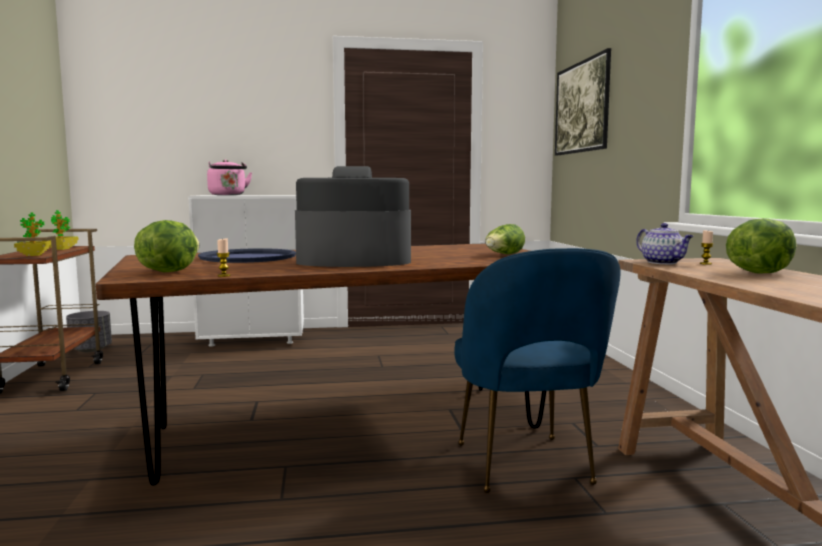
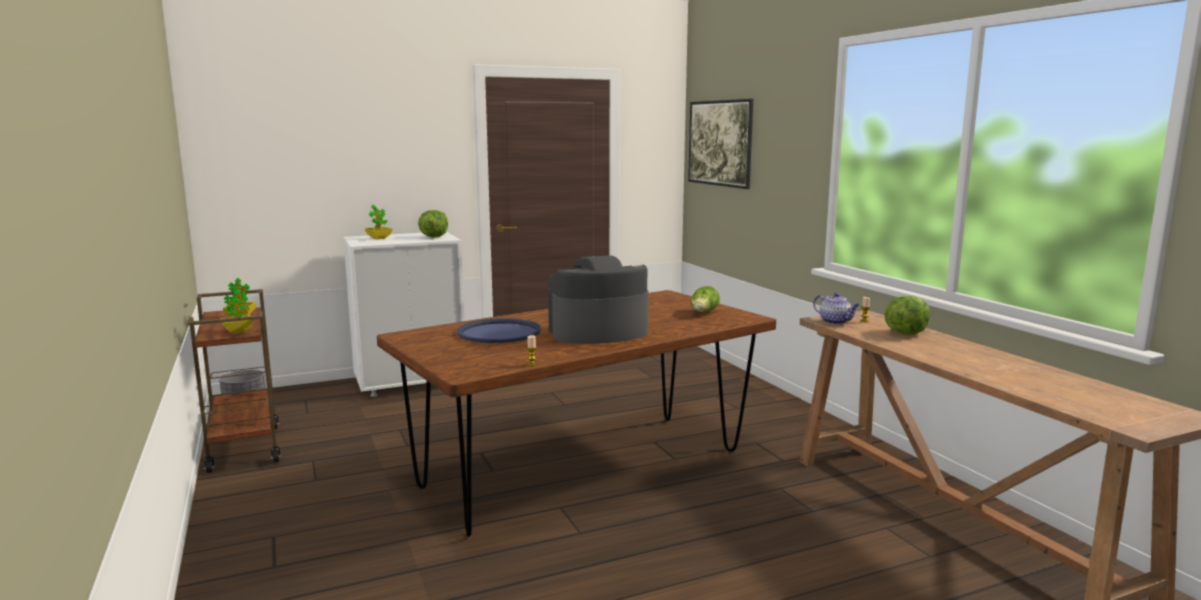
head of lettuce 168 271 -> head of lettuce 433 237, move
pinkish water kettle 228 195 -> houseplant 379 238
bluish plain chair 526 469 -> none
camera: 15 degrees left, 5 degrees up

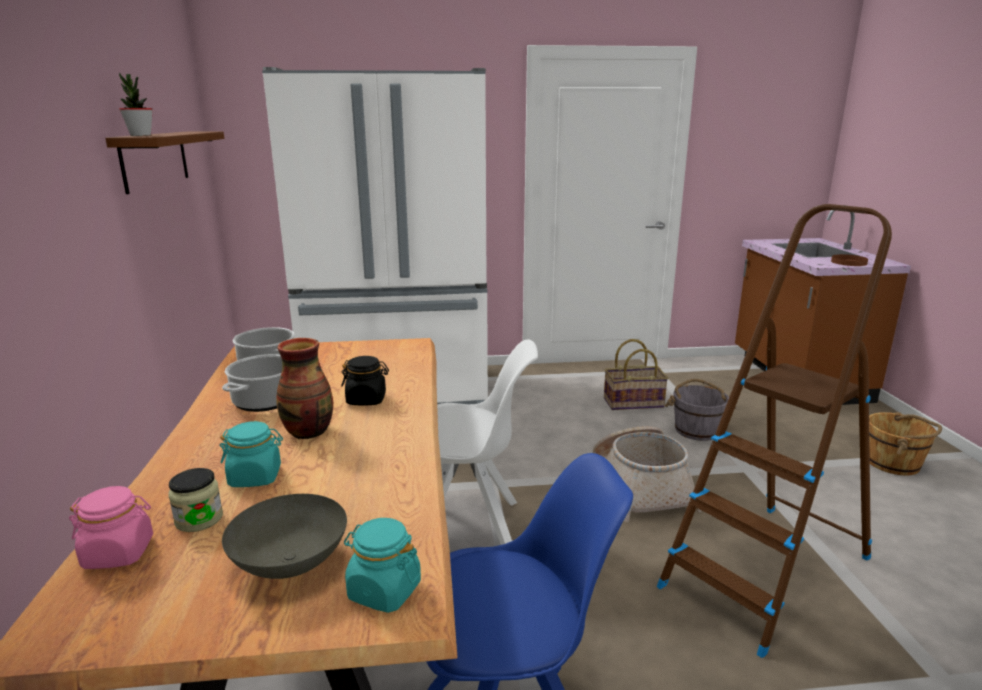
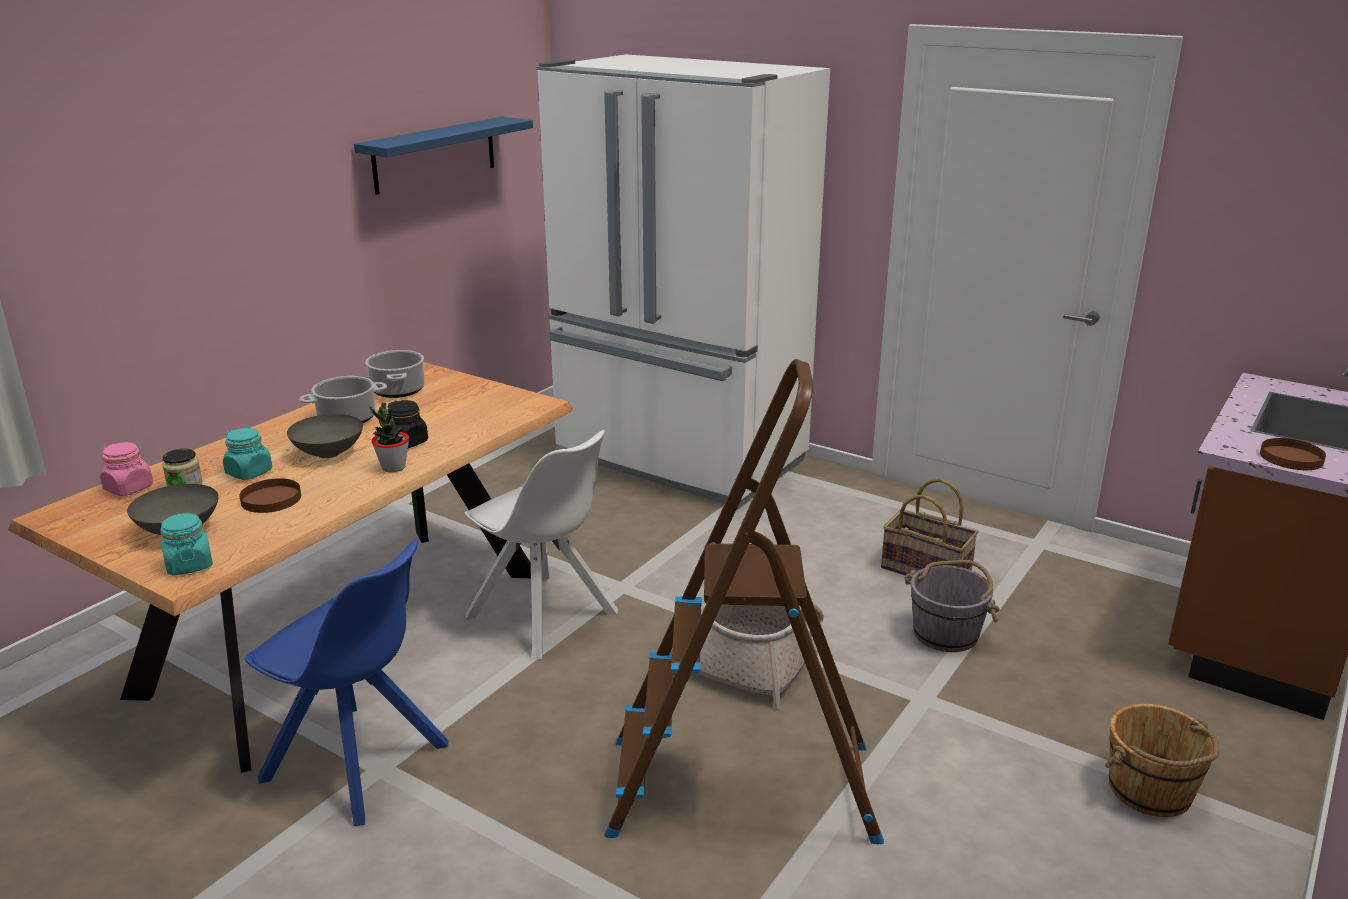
brown shelf 155 159 -> bluish shelf 435 154
houseplant 140 135 -> houseplant 393 467, move
decorative vase 309 432 -> greyish bowl 329 453
none -> brown dinner plate 271 499
camera: 40 degrees right, 5 degrees up

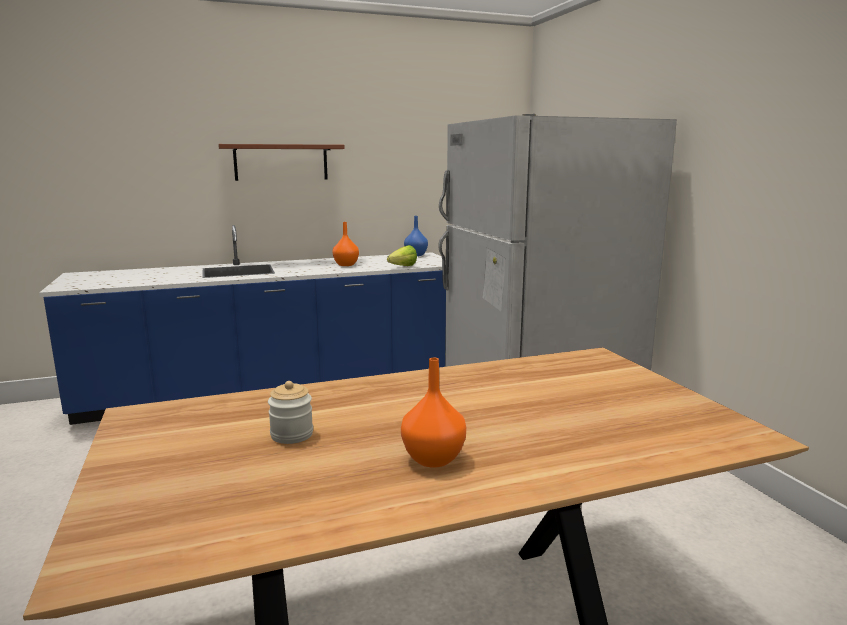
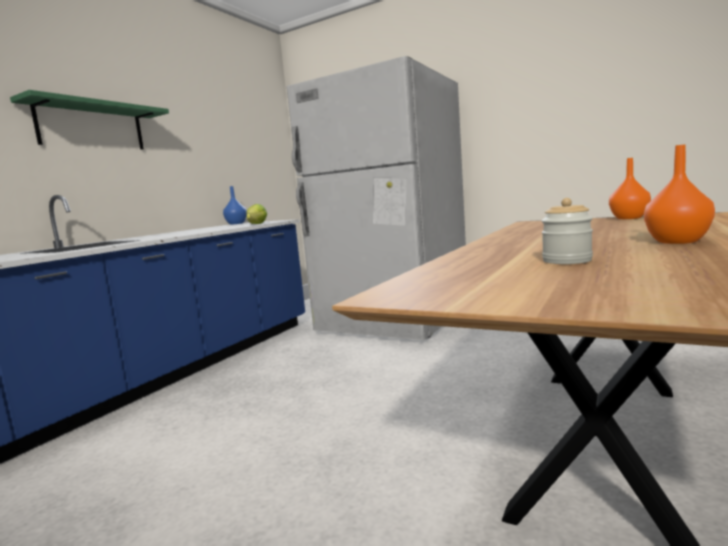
brown shelf 281 162 -> green-coloured shelf 91 127
orange-coloured decorative vase 346 265 -> orange-coloured decorative vase 629 218, move
camera: 40 degrees left, 5 degrees down

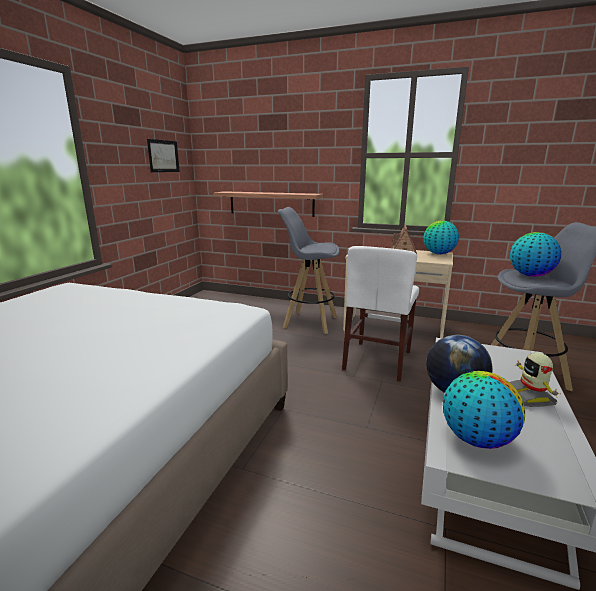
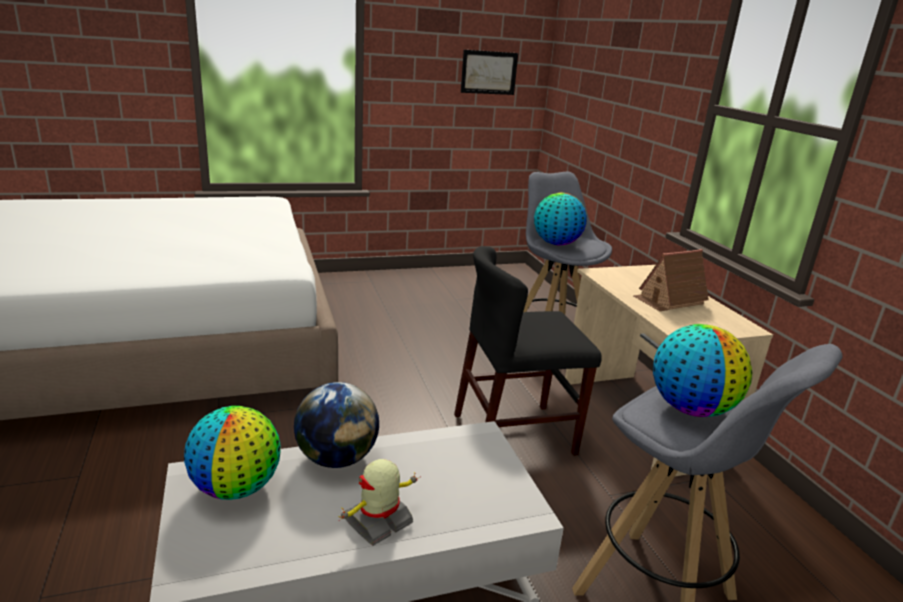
shelf 271 203 -> none
white plain chair 377 360 -> black plain chair 514 434
desk globe 438 254 -> desk globe 556 244, move
camera: 50 degrees right, 5 degrees up

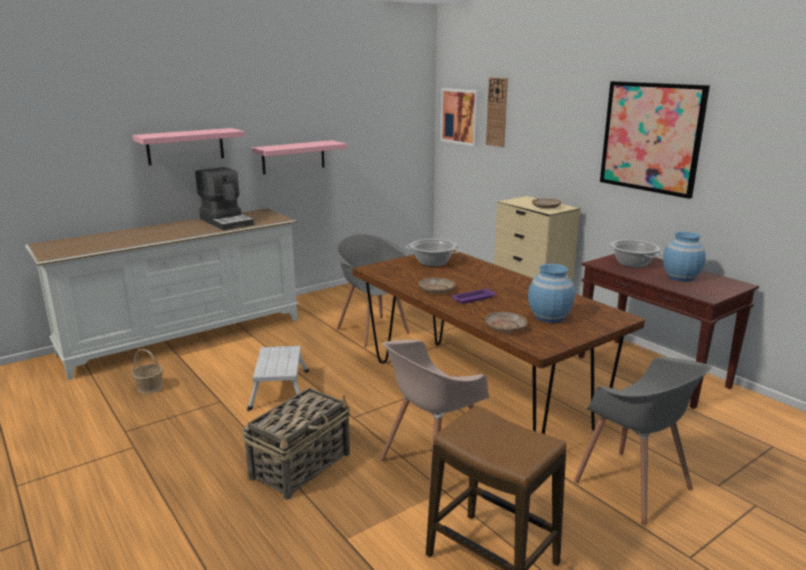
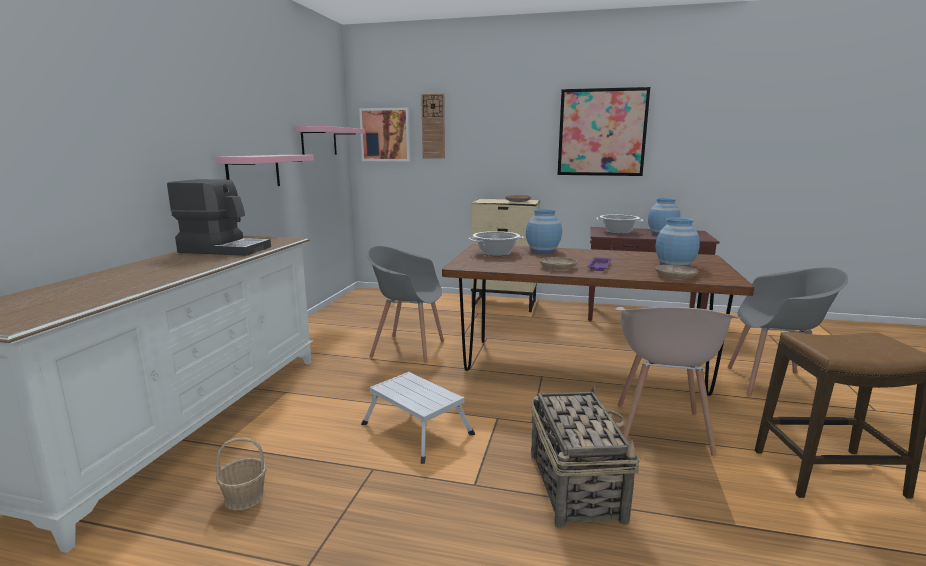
pinkish shelf 185 146 -> pinkish shelf 319 141, move
none -> bluish decorative vase 543 250
camera: 40 degrees left, 5 degrees down

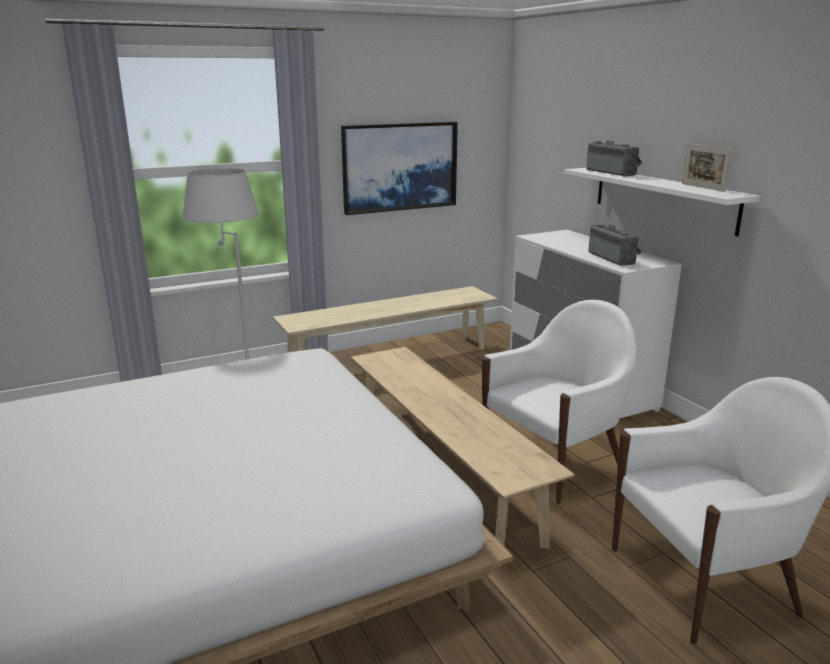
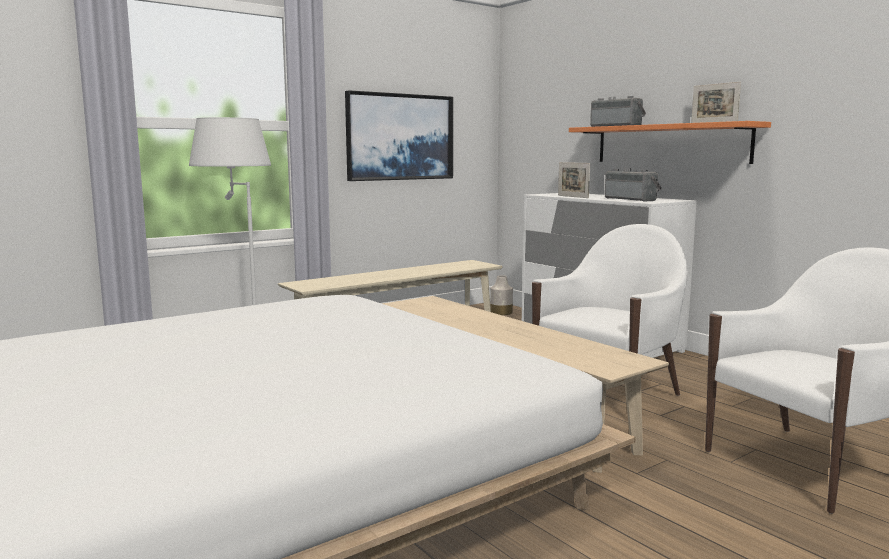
white shelf 663 198 -> orange-coloured shelf 670 144
none -> beige decorative vase 501 312
none -> standing frame 573 196
camera: 10 degrees left, 10 degrees down

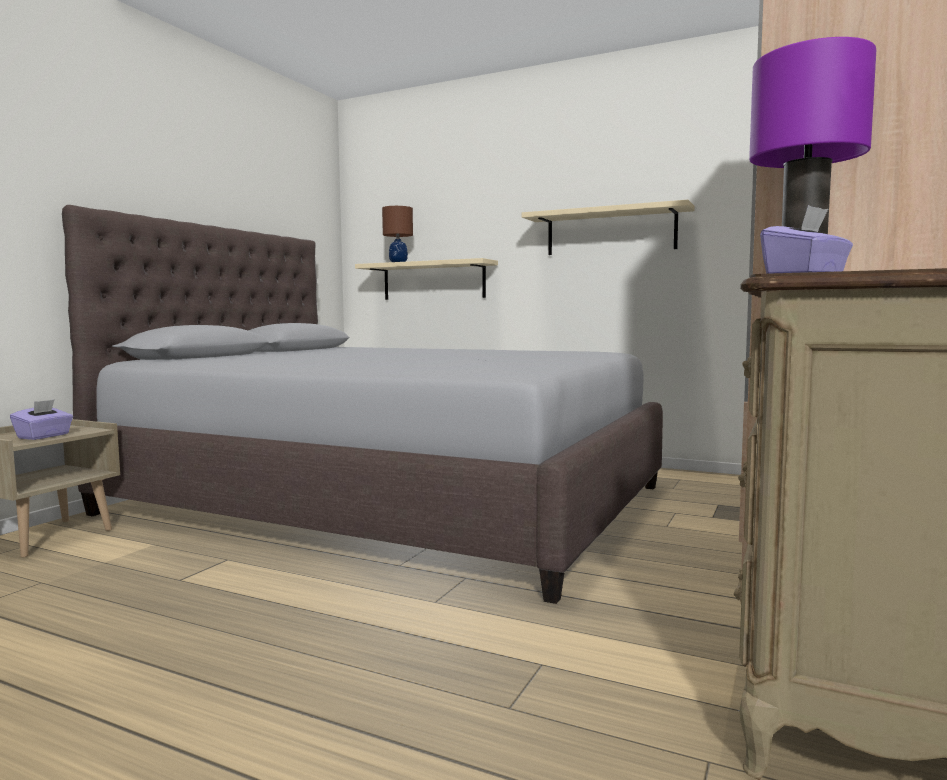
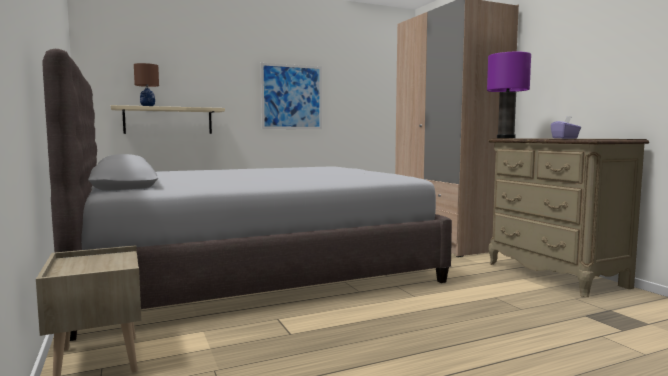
purplish tissue holder 44 436 -> none
beige shelf 610 232 -> wall art 292 97
camera: 50 degrees left, 0 degrees up

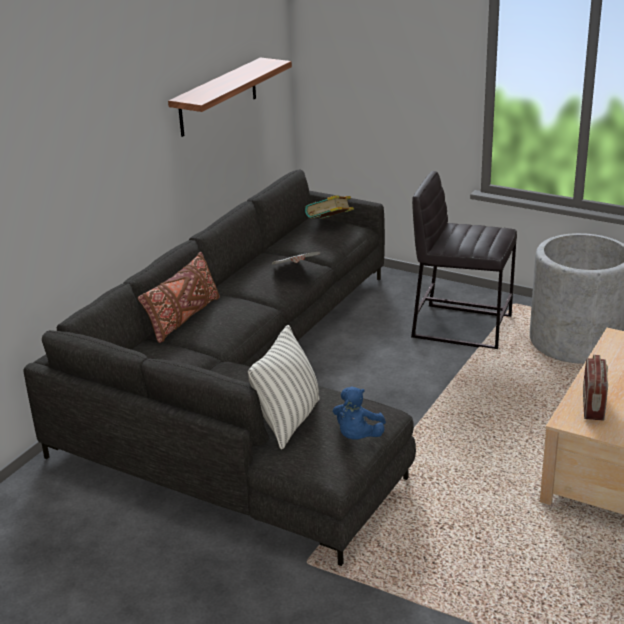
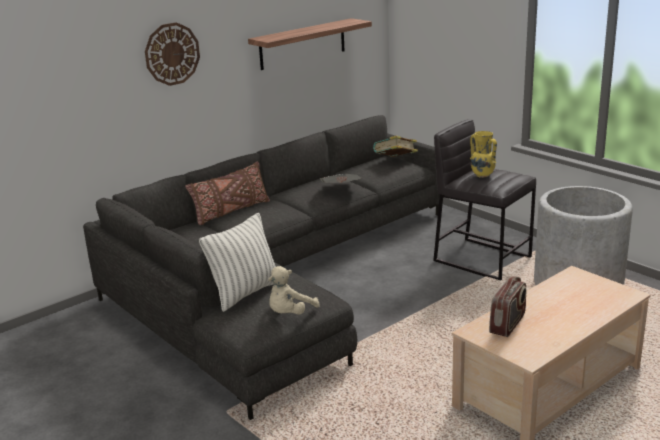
bluish cuddly toy 358 437 -> beige cuddly toy 290 313
none -> hanging clock 172 54
none -> yellow-coloured decorative vase 482 175
camera: 20 degrees right, 5 degrees down

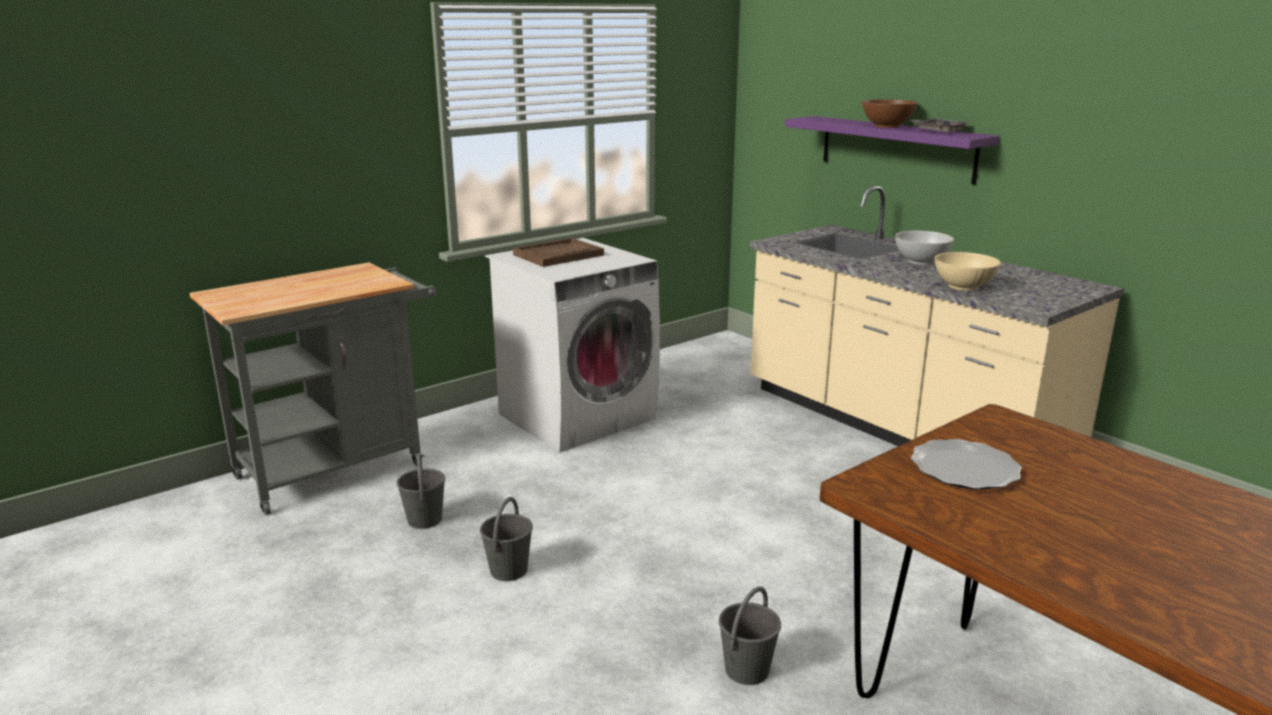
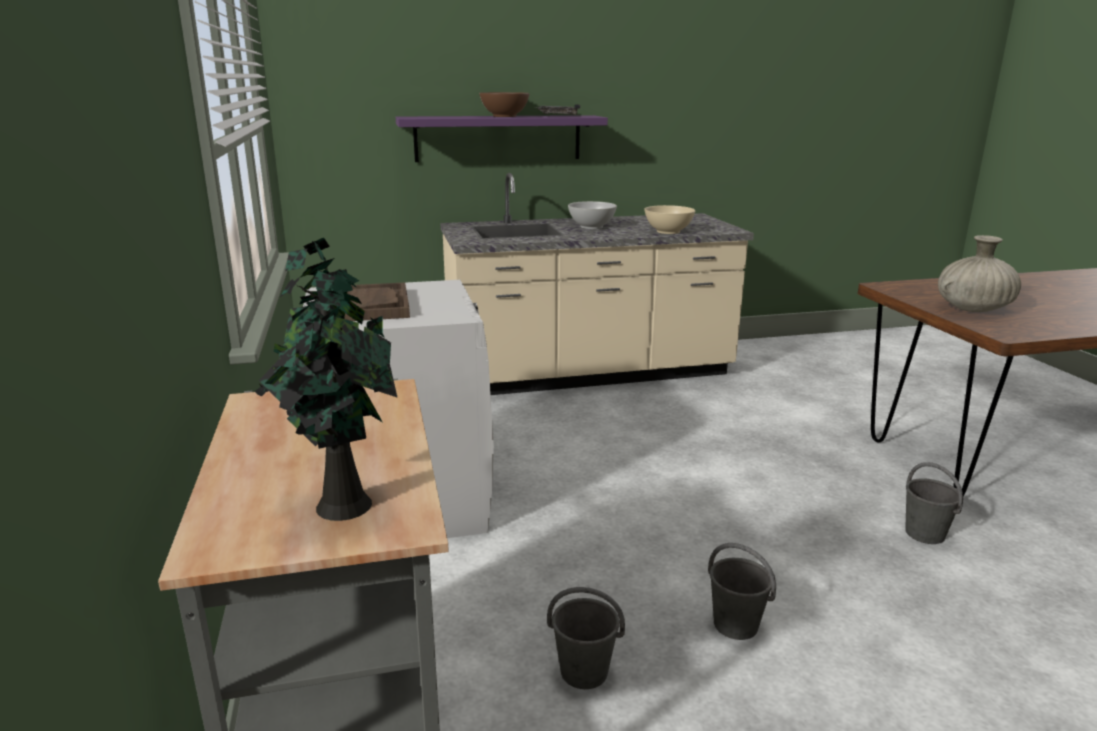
dinner plate 963 469 -> beige decorative vase 973 309
none -> houseplant 341 503
camera: 65 degrees left, 0 degrees up

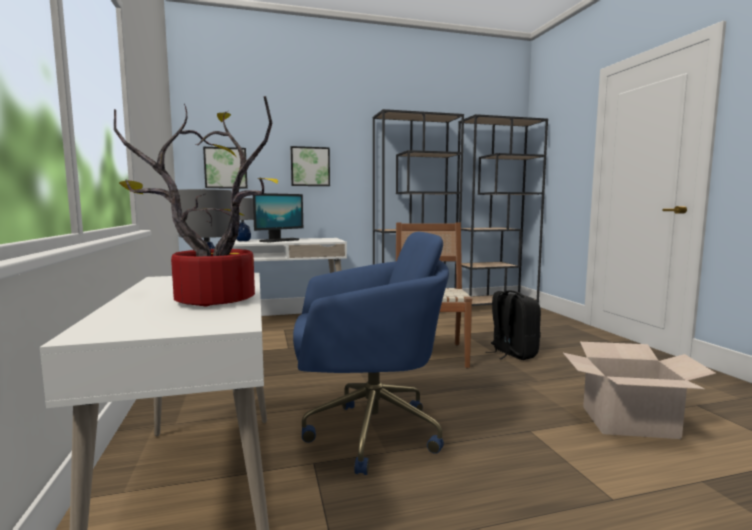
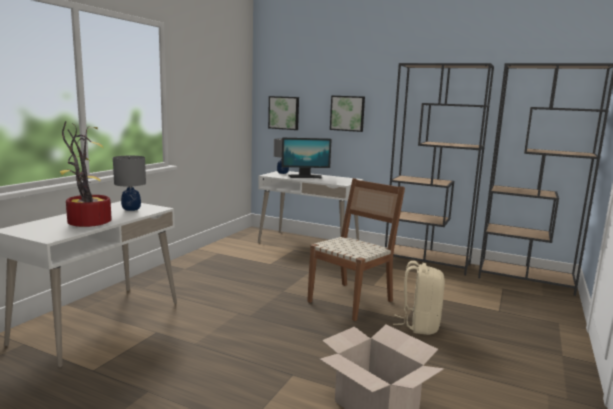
bluish office chair 366 435 -> none
black backpack 512 354 -> beige backpack 419 325
camera: 40 degrees right, 5 degrees up

